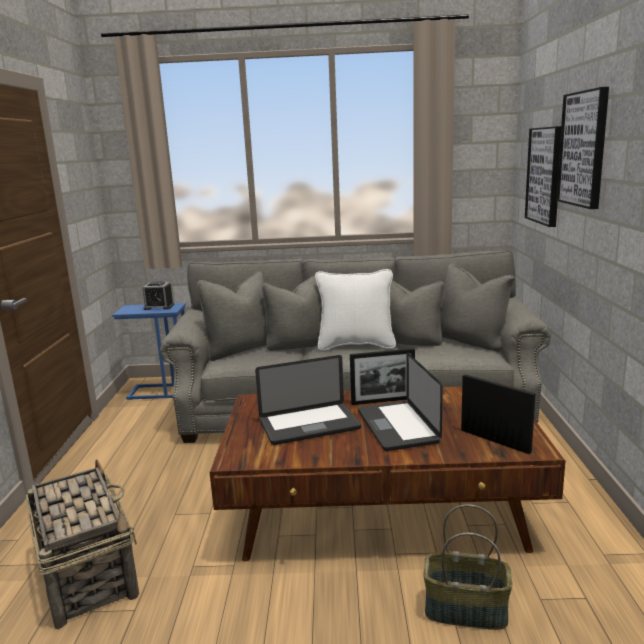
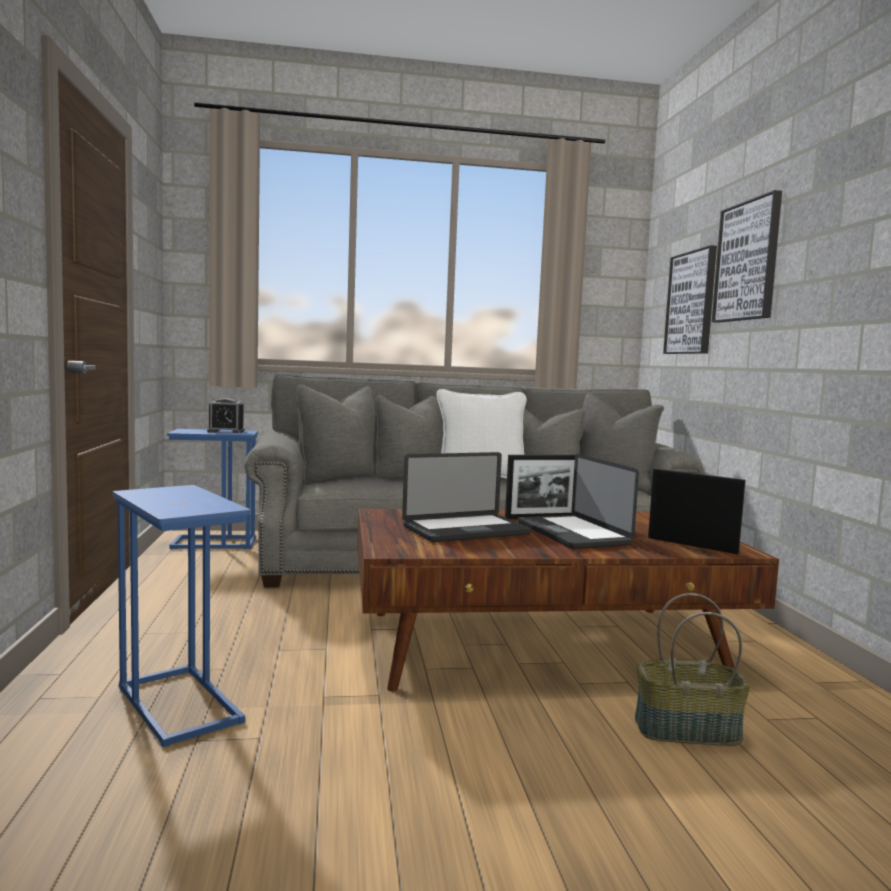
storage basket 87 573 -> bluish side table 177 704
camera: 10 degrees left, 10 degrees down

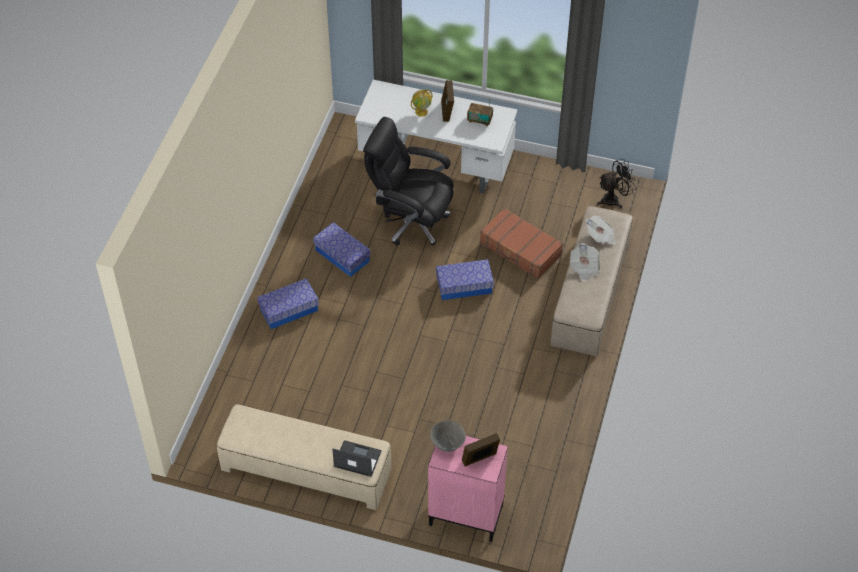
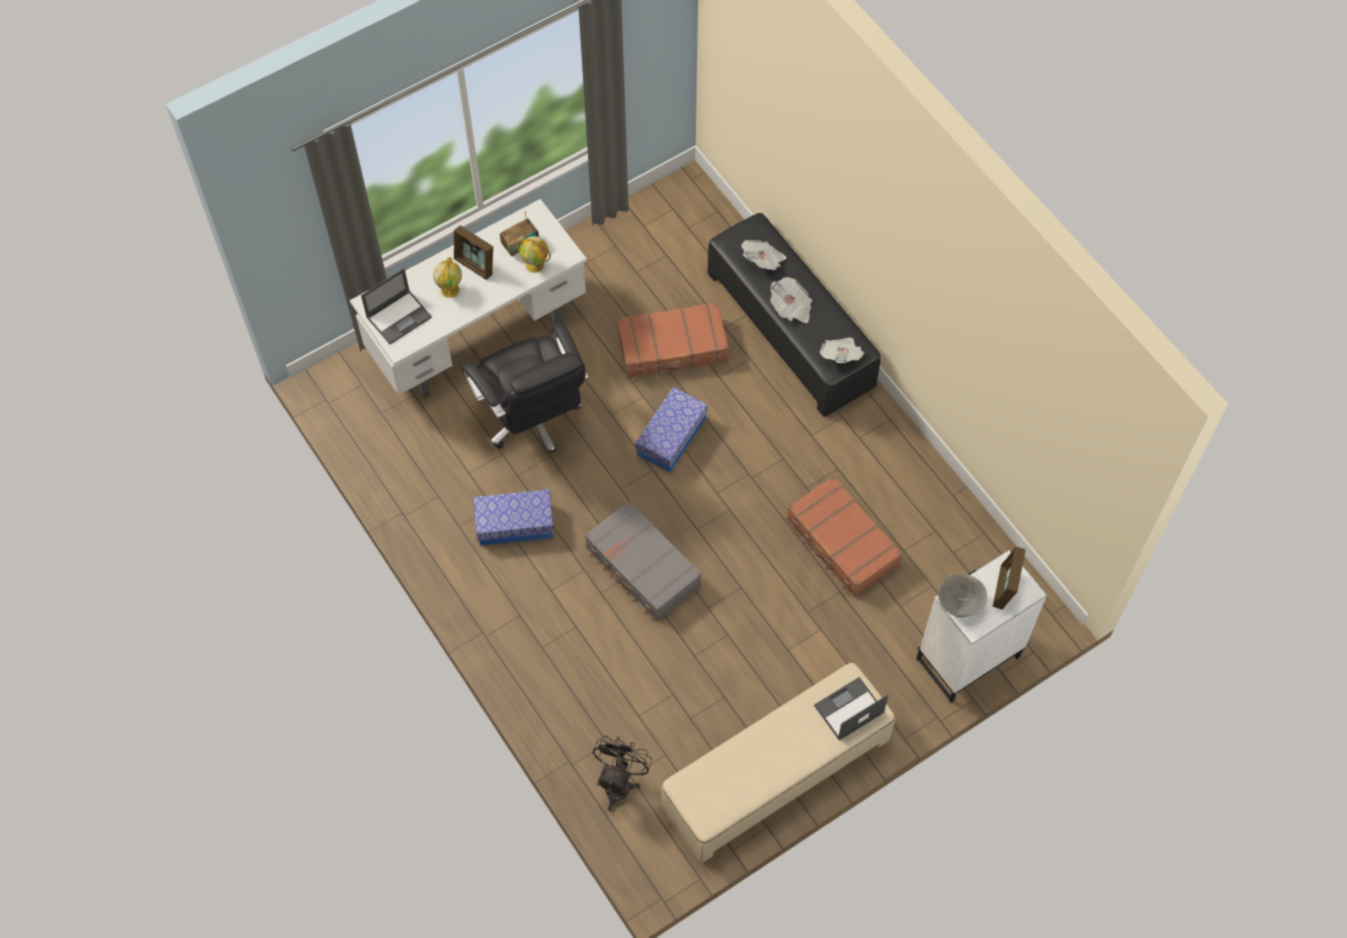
storage bin 289 310 -> none
black office chair 411 222 -> black office chair 534 422, 90 degrees counterclockwise
pinkish chest of drawers 465 515 -> white chest of drawers 967 658
beige bench 590 293 -> black bench 791 329
black cooling fan 614 199 -> black cooling fan 619 782, move
none -> notebook computer 399 317
none -> desk globe 535 265
none -> greyish suitcase 642 567
none -> brown suitcase 842 543
none -> printed paper 841 356
camera: 50 degrees left, 10 degrees up

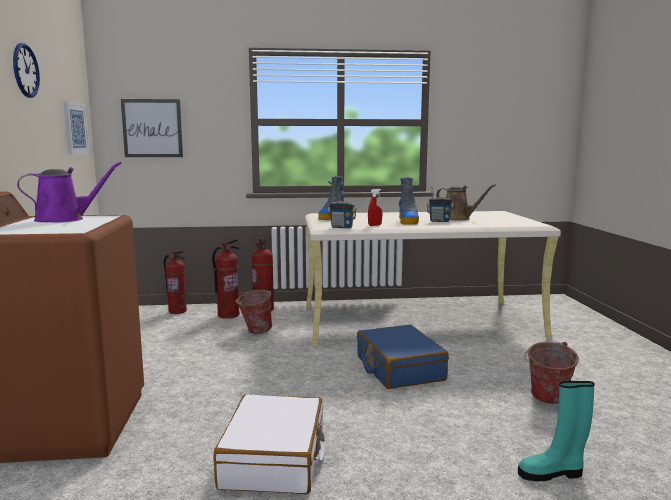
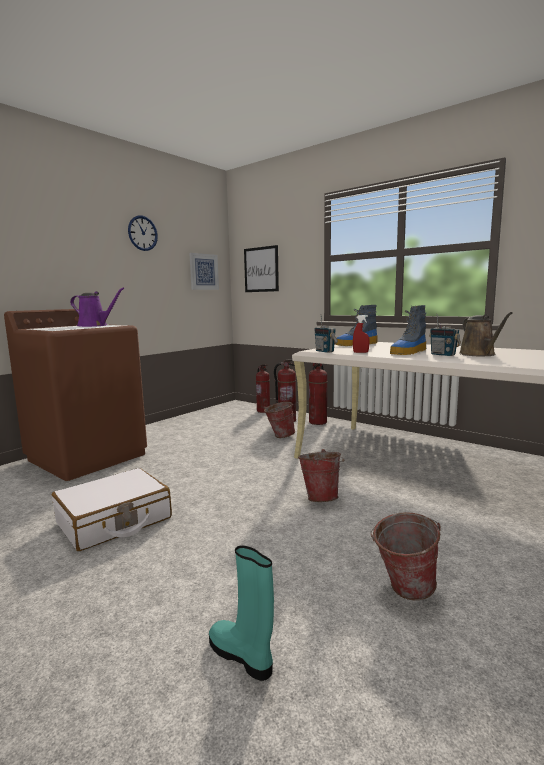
bluish suitcase 399 368 -> bucket 321 497
camera: 45 degrees right, 0 degrees up

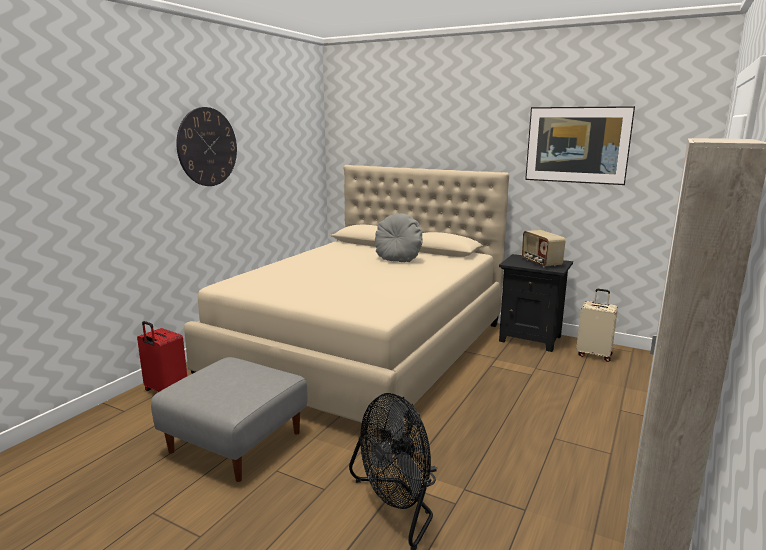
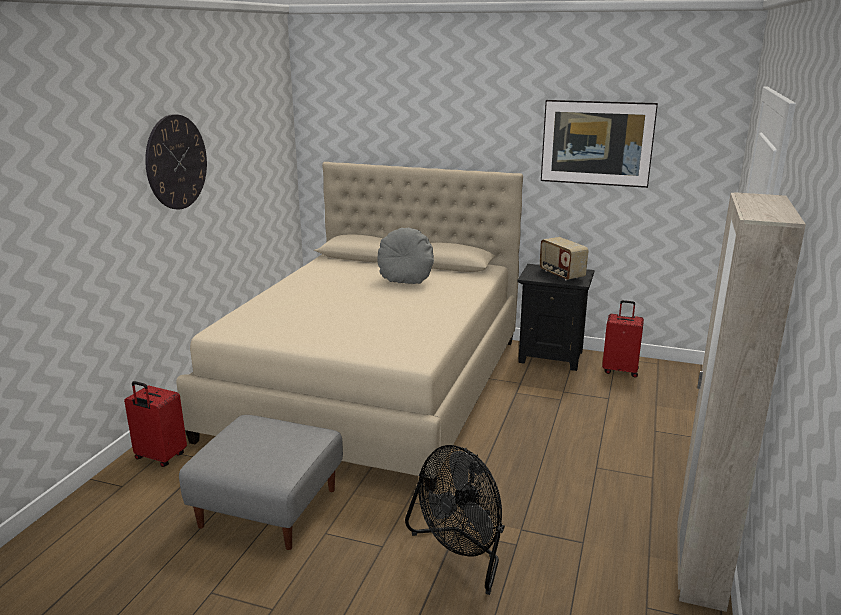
beige suitcase 594 354 -> reddish suitcase 620 370
camera: 10 degrees left, 5 degrees up

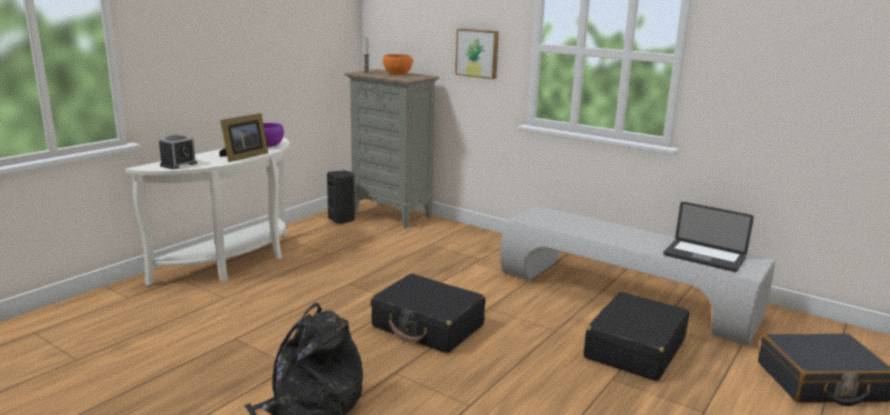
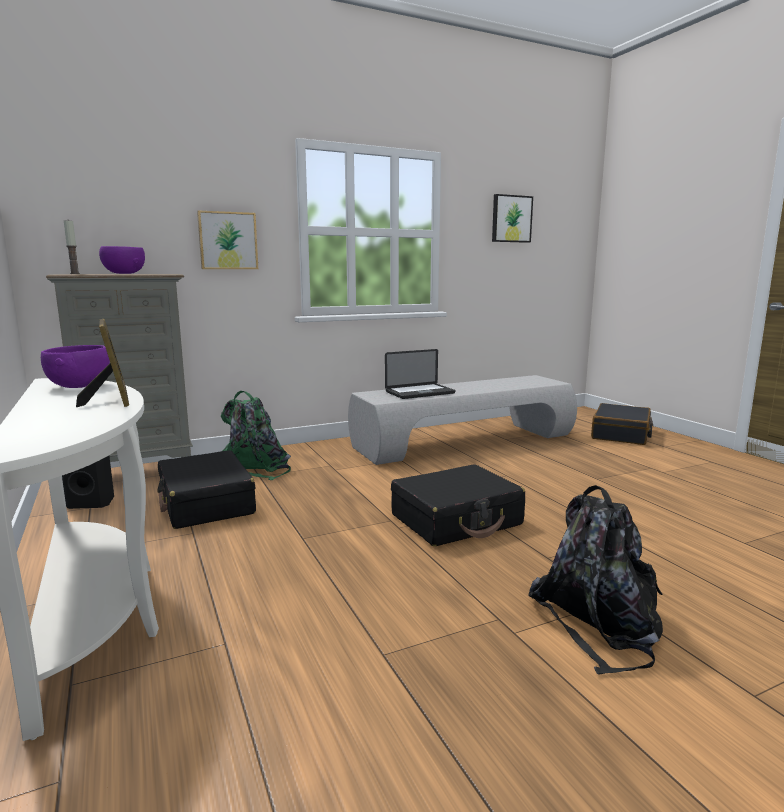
alarm clock 178 164 -> none
orange-coloured bowl 397 74 -> purplish bowl 124 273
black suitcase 634 349 -> black suitcase 206 503, move
notebook computer 704 257 -> notebook computer 420 392, move
none -> green-coloured backpack 255 467
none -> wall art 511 219
camera: 60 degrees left, 5 degrees down

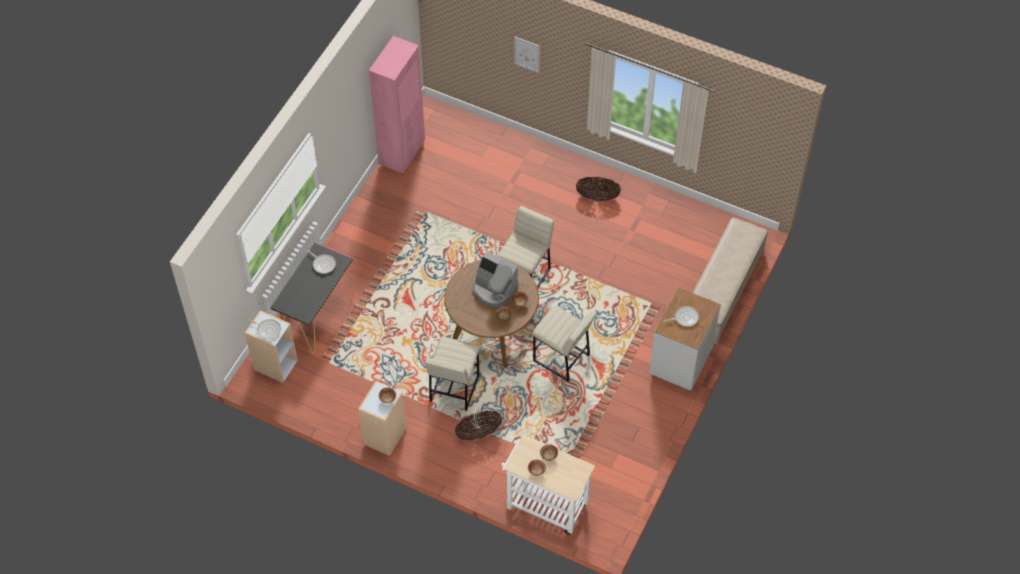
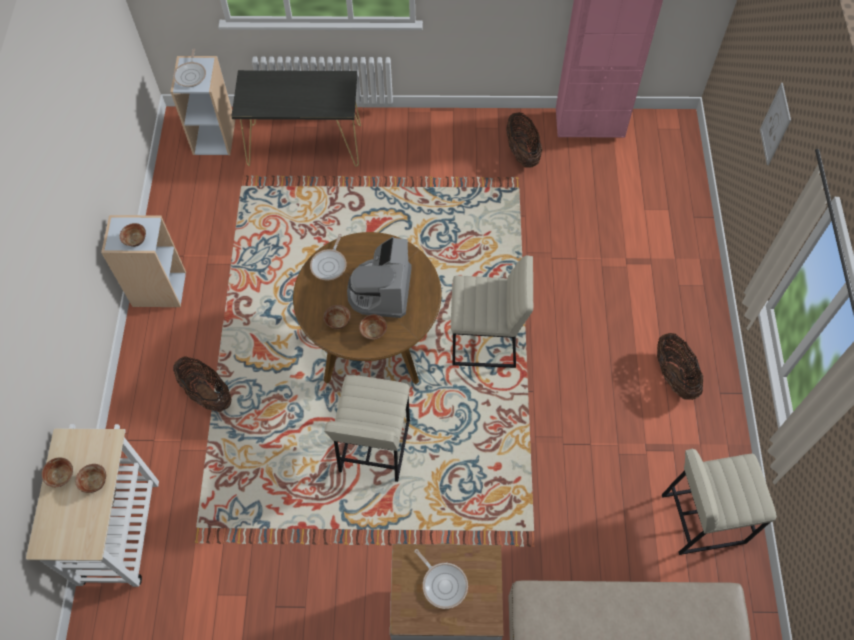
frying pan 323 264 -> frying pan 330 264, move
beige plain chair 454 389 -> beige plain chair 701 519, move
none -> storage basket 522 152
camera: 65 degrees right, 5 degrees up

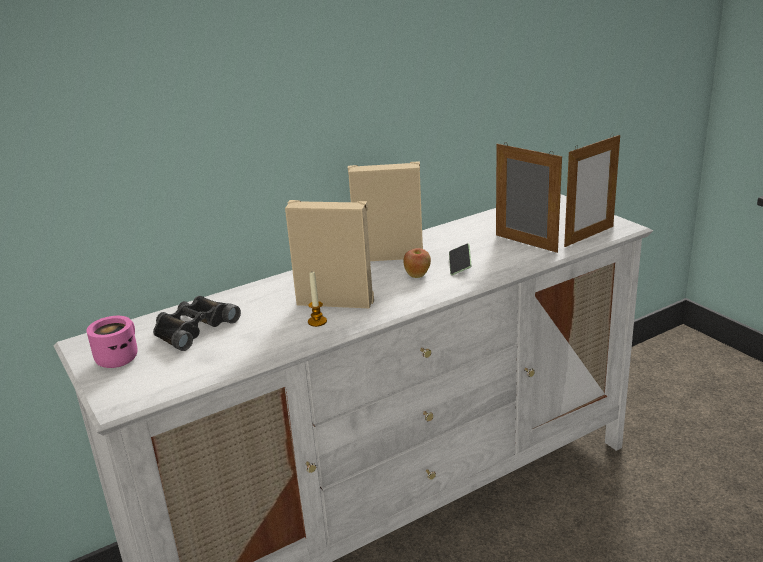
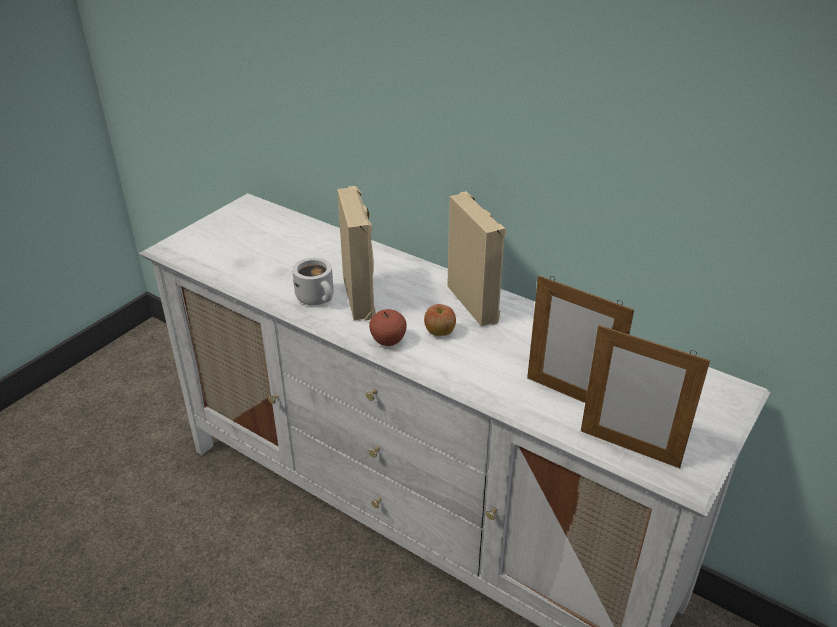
pinkish tea mug 118 357 -> none
black field glasses 193 328 -> none
wax light 317 321 -> white tea mug 318 298
phone 460 265 -> none
standing frame 525 243 -> standing frame 569 395, 105 degrees clockwise
none -> apple fruit 388 341
camera: 65 degrees right, 10 degrees up

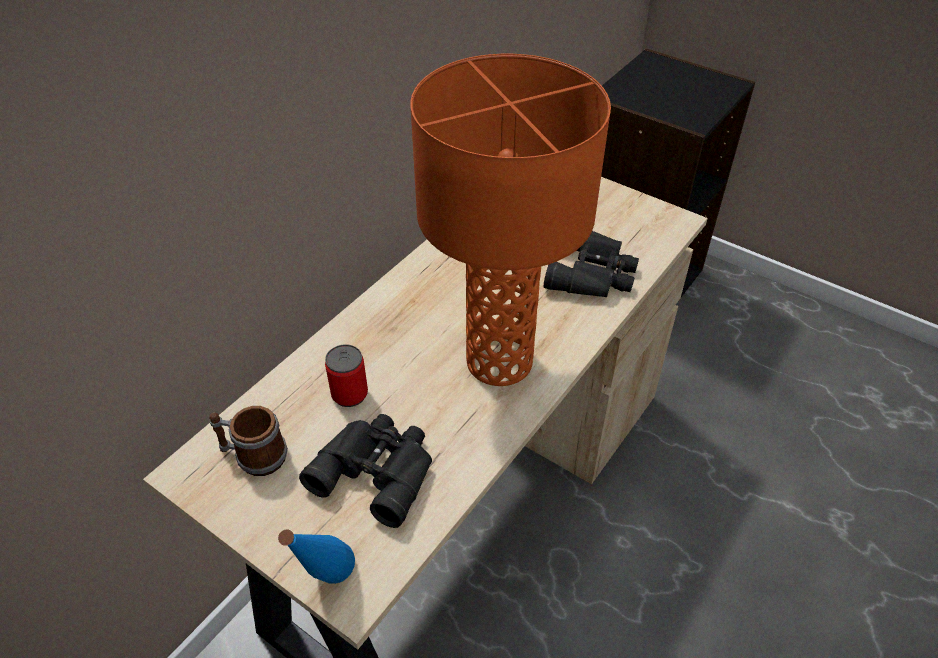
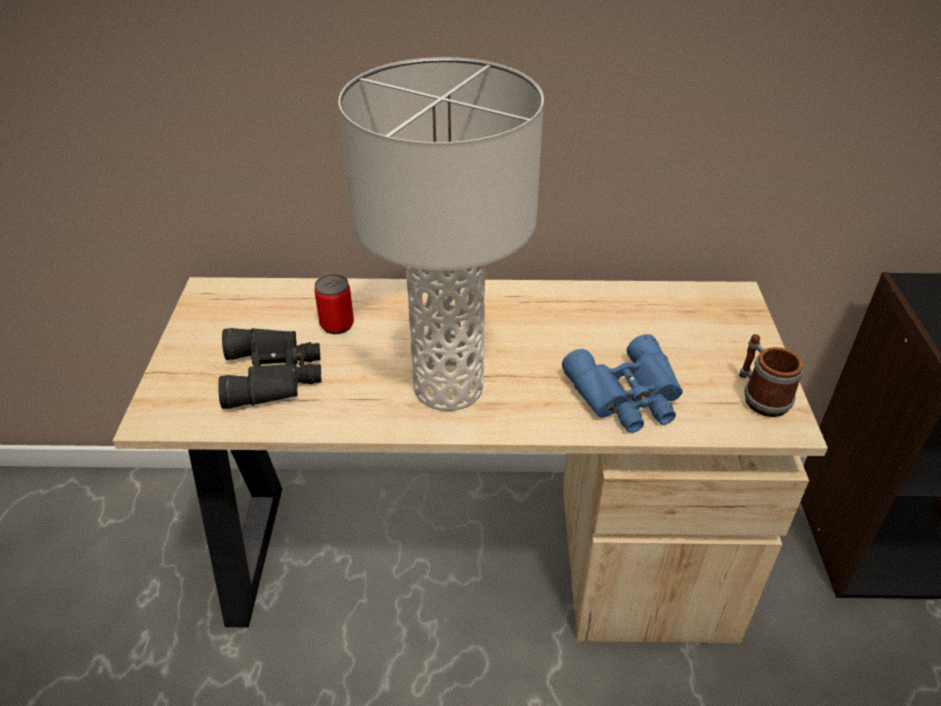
tea mug 254 456 -> tea mug 760 396, move
bluish beverage bottle 327 589 -> none
orange-coloured lamp for a table 500 361 -> white lamp for a table 448 388
black field glasses 593 273 -> bluish field glasses 628 396
camera: 55 degrees right, 5 degrees down

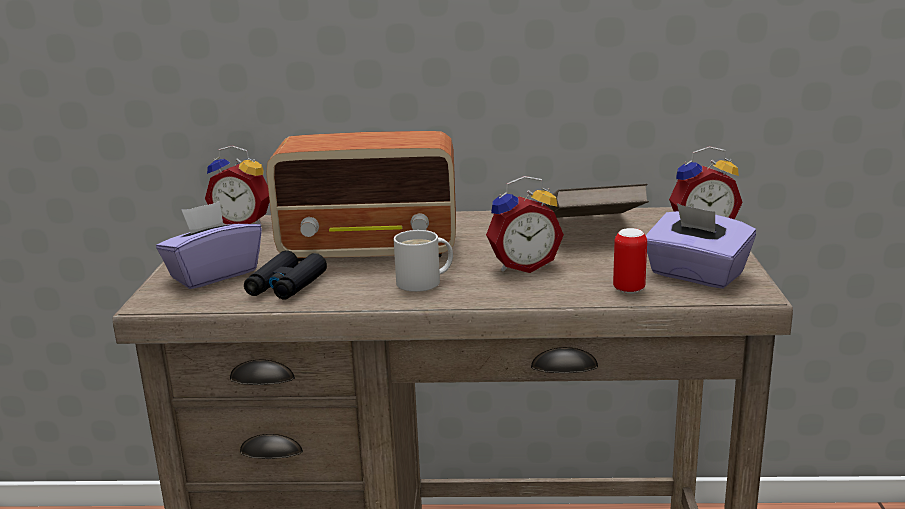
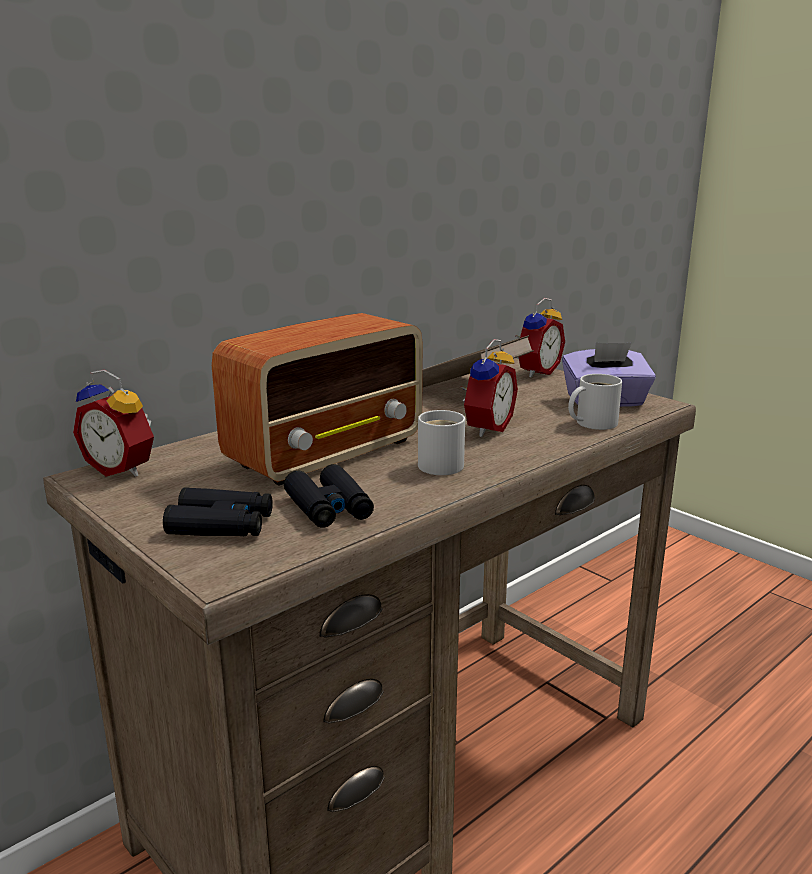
purplish tissue holder 213 274 -> black field glasses 221 525
alarm clock 244 223 -> alarm clock 123 469, 60 degrees clockwise
metal can 628 289 -> white tea mug 592 423
camera: 45 degrees left, 0 degrees up

